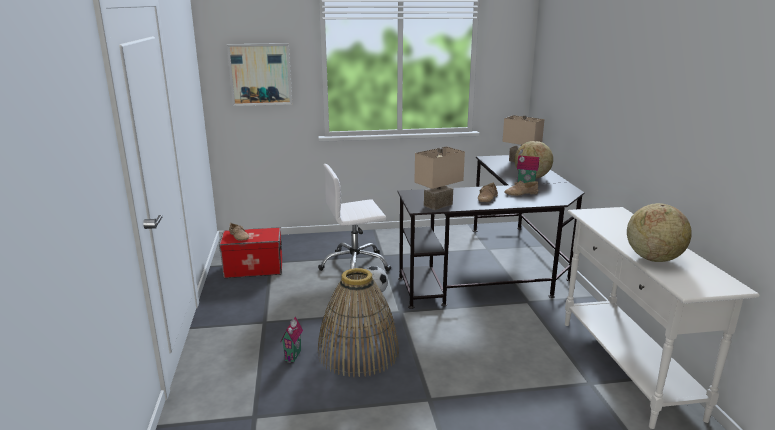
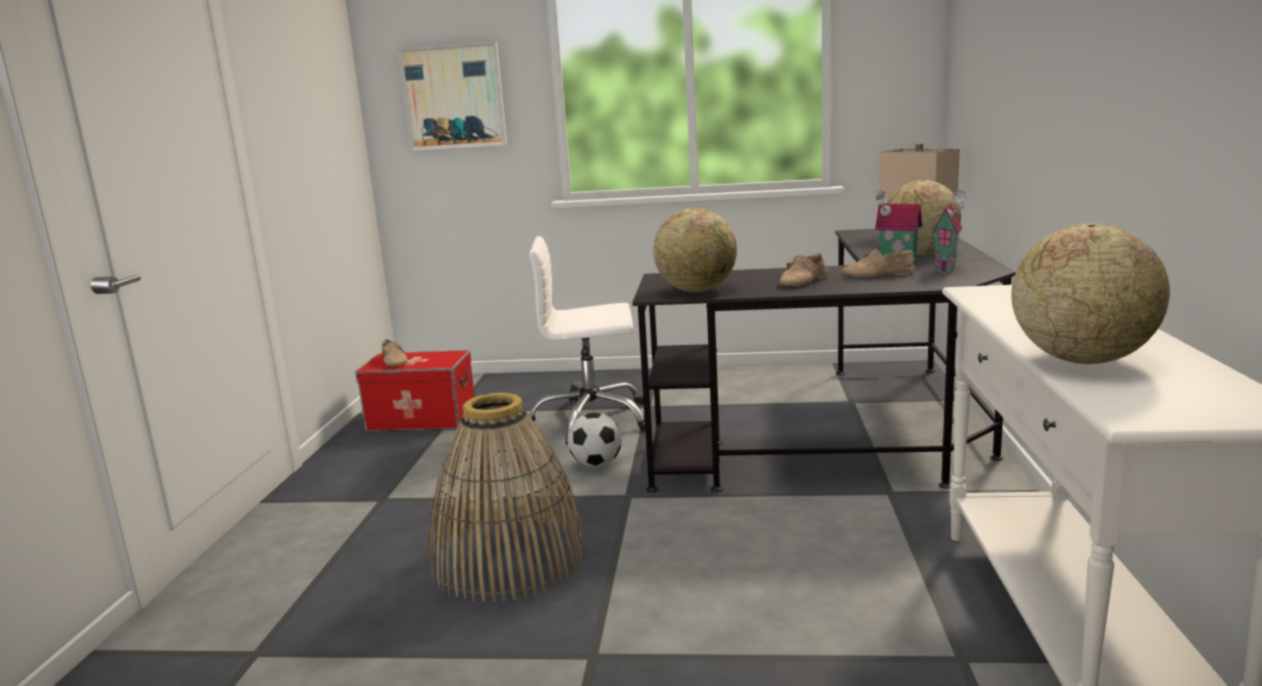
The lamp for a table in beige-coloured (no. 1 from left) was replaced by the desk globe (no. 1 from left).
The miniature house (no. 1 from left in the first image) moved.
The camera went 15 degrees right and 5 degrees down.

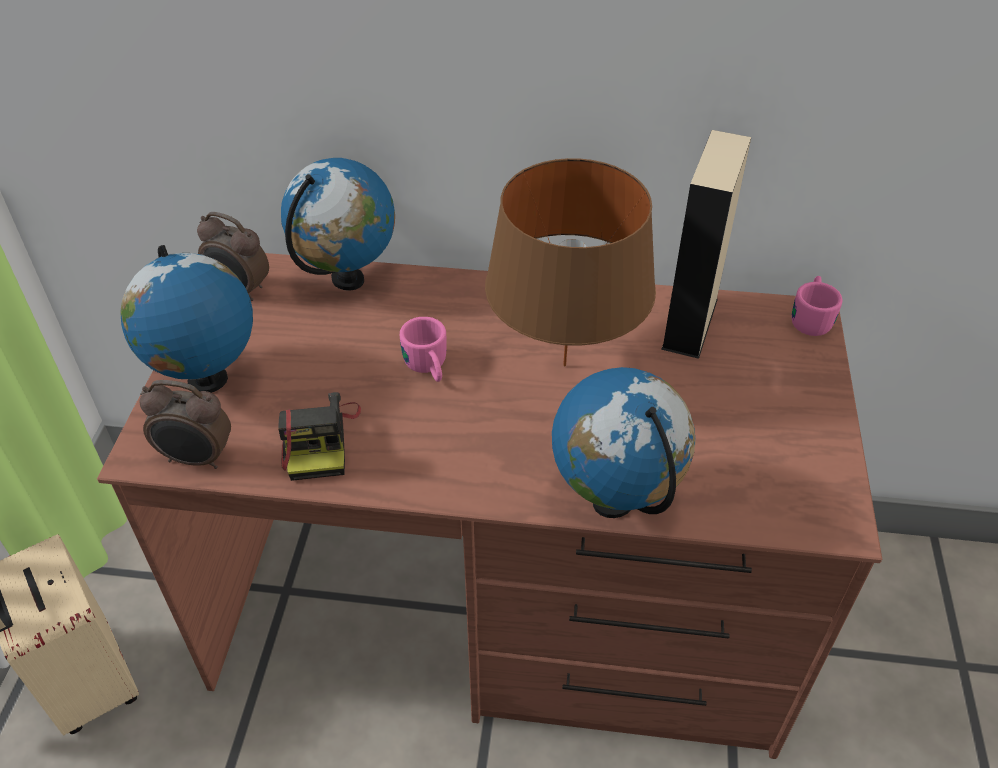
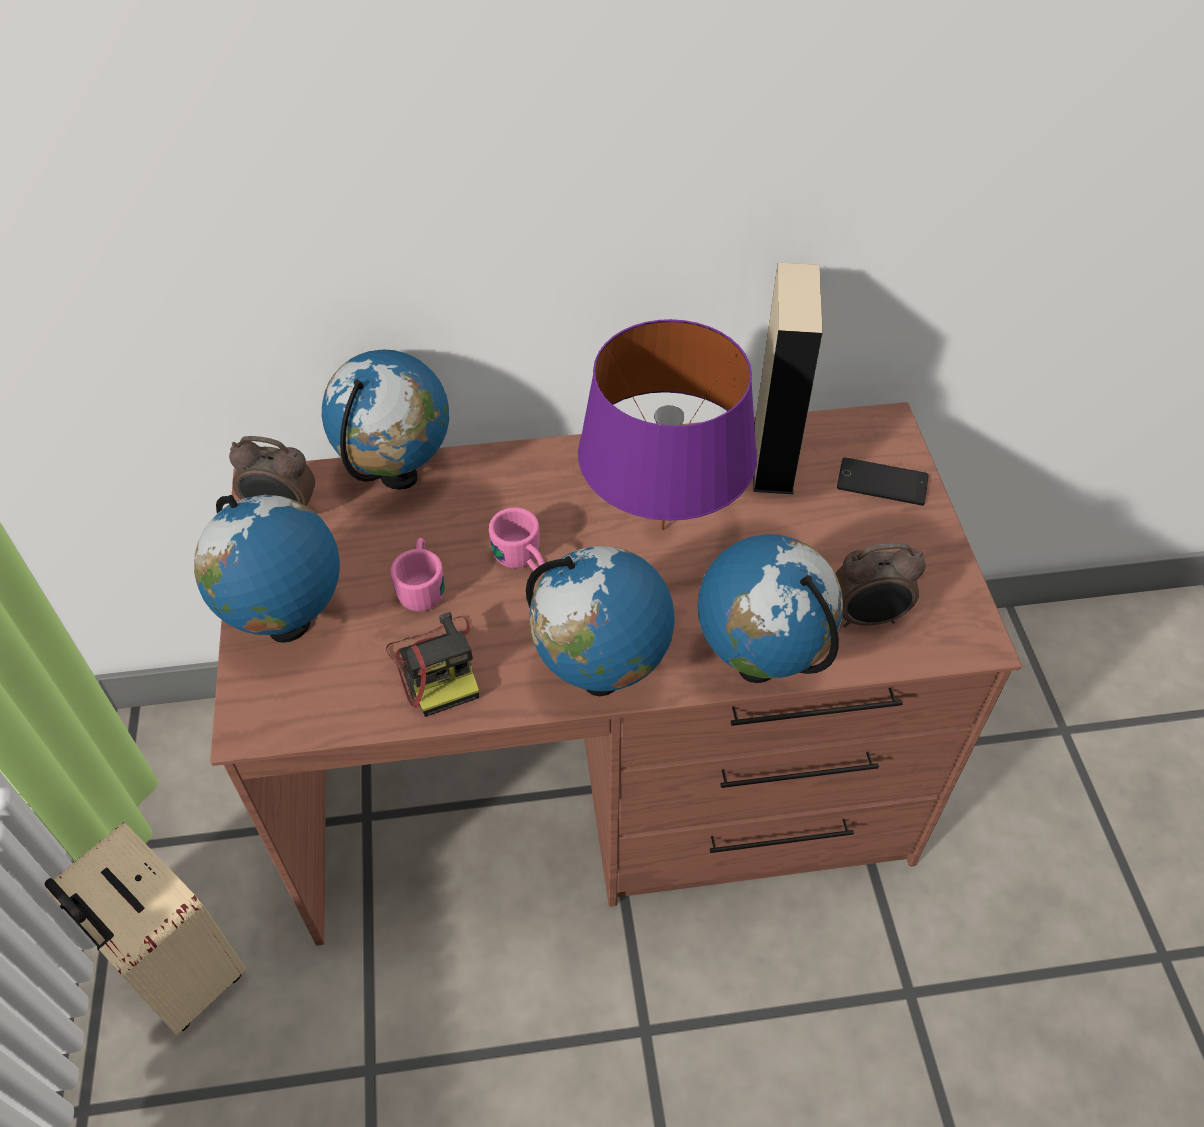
The lamp for a table in brown became the lamp for a table in purplish.
The mug in pinkish (no. 2 from left in the first image) moved.
The table clock (no. 1 from left in the first image) moved.
The handset appeared.
The desk globe (no. 3 from left) appeared.
The camera went 15 degrees left and 5 degrees up.

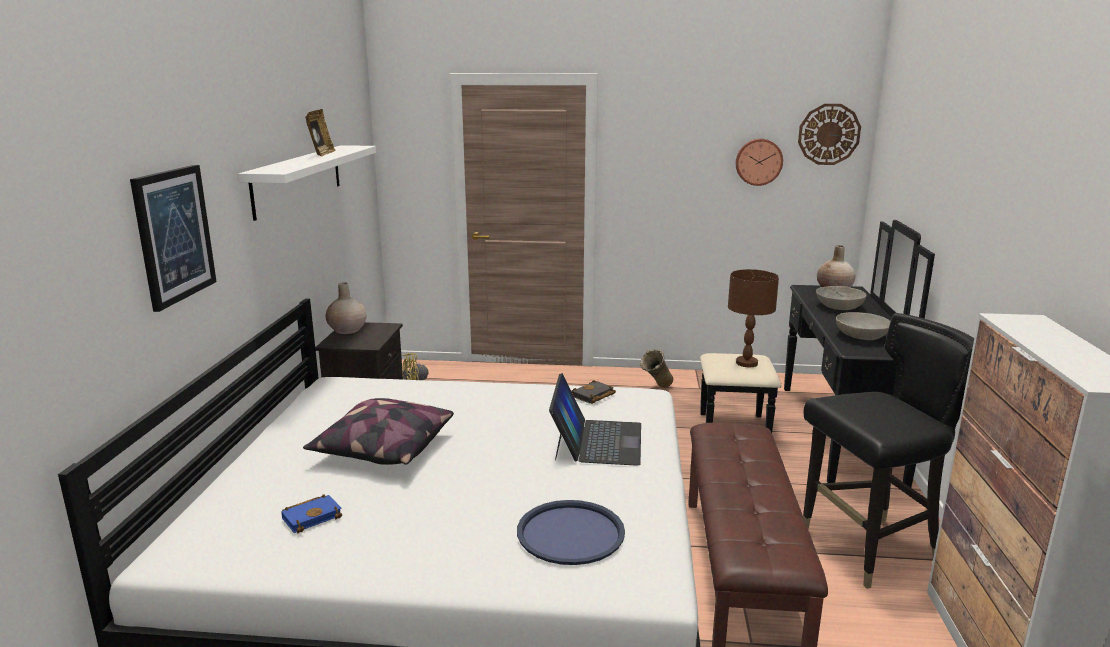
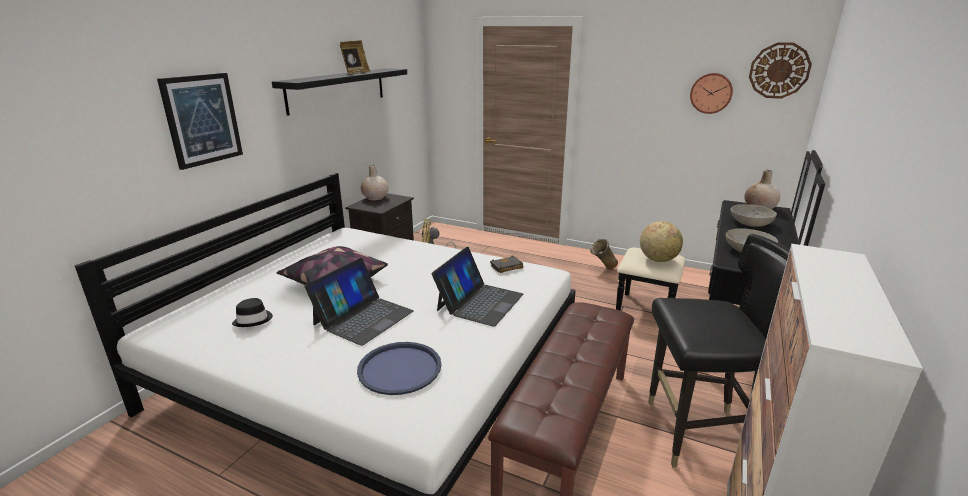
The bracket shelf in white became the bracket shelf in black.
The lamp for a table in brown was replaced by the desk globe.
The bound book in blue was replaced by the clothing hat in black.
The portable computer (no. 1 from left) appeared.
The camera went 20 degrees right and 5 degrees up.

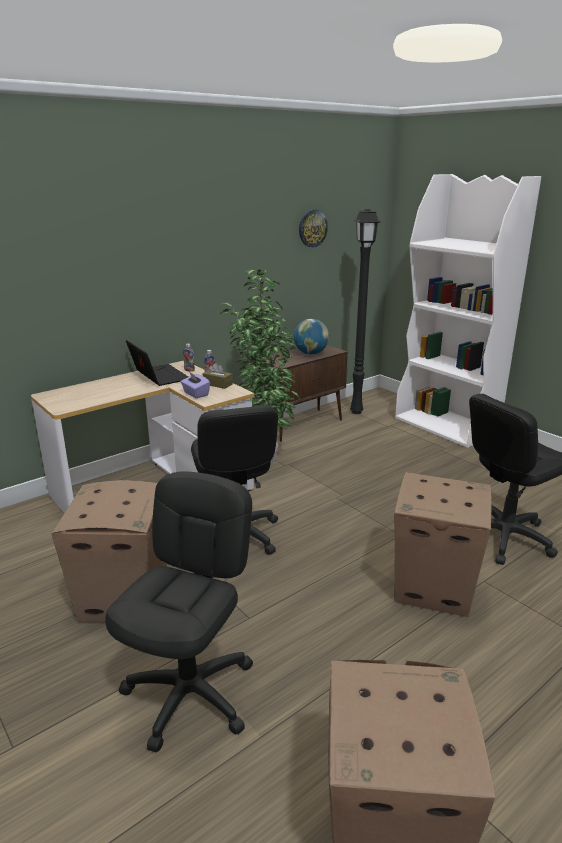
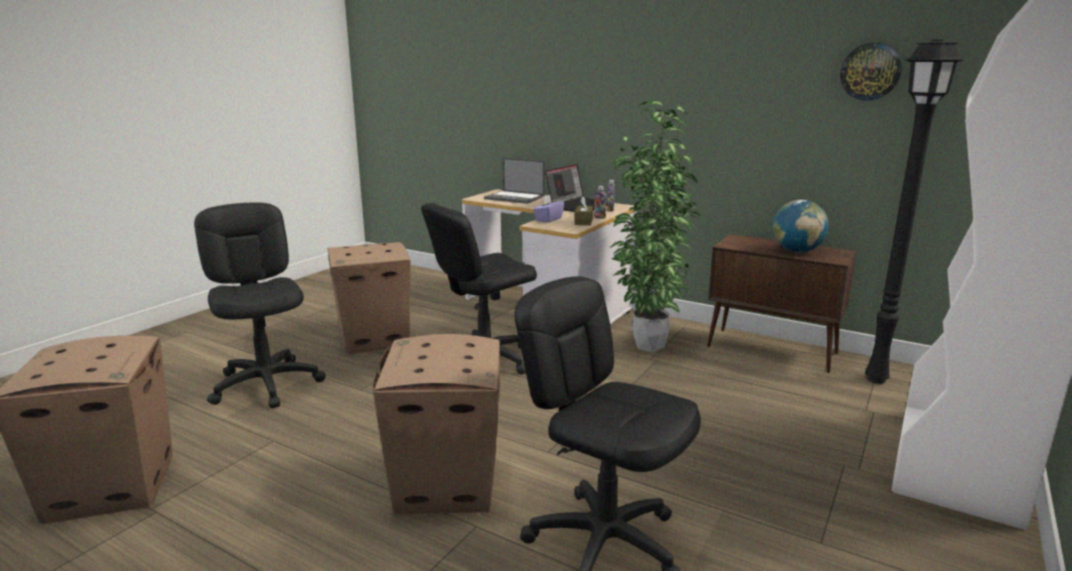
The desk chair in black (no. 1 from left) turned 120 degrees counterclockwise.
The portable computer (no. 1 from left) appeared.
The camera went 70 degrees right and 5 degrees down.

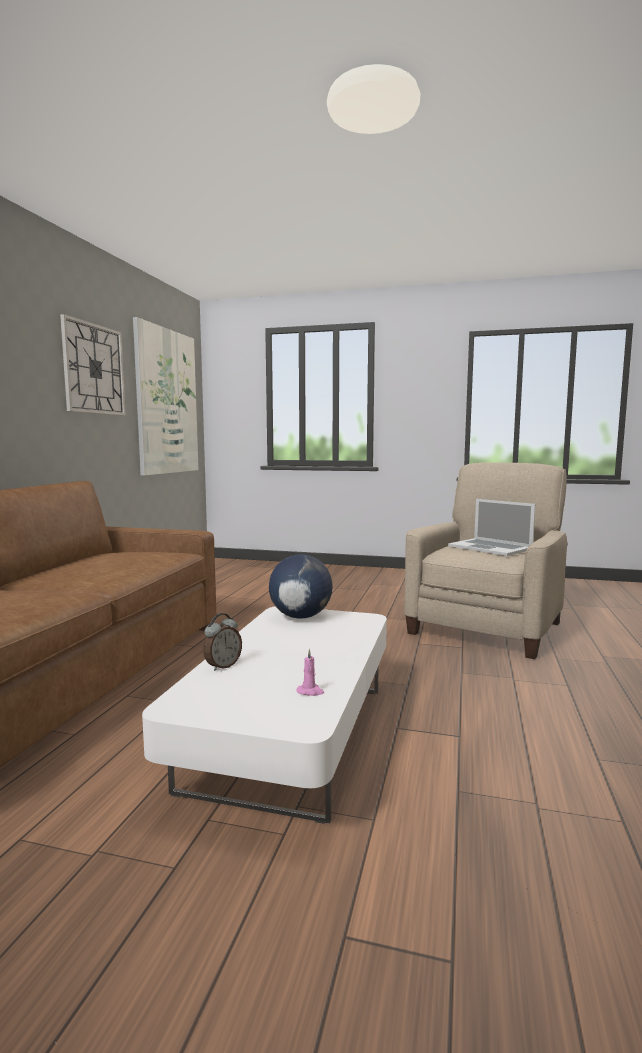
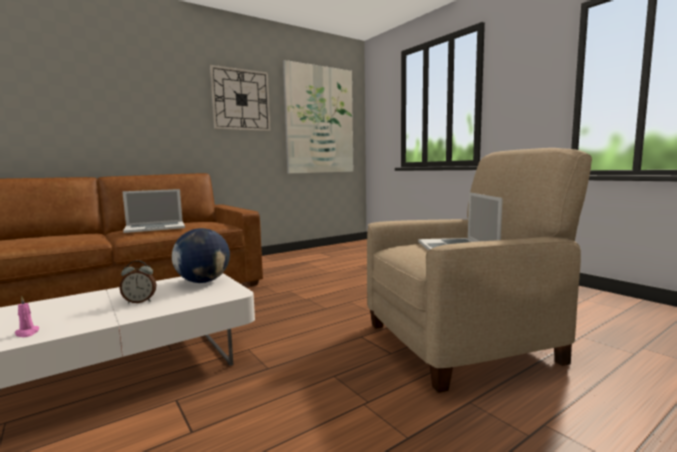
The table clock moved.
The portable computer (no. 1 from left) appeared.
The camera went 40 degrees right and 0 degrees up.

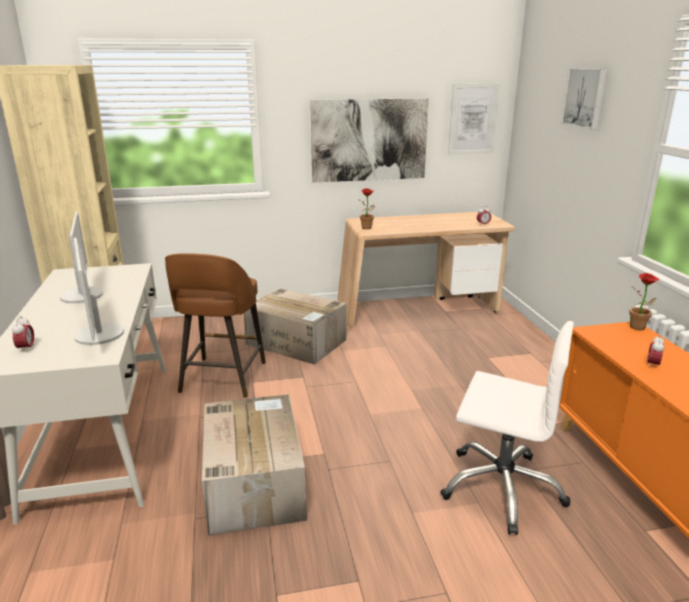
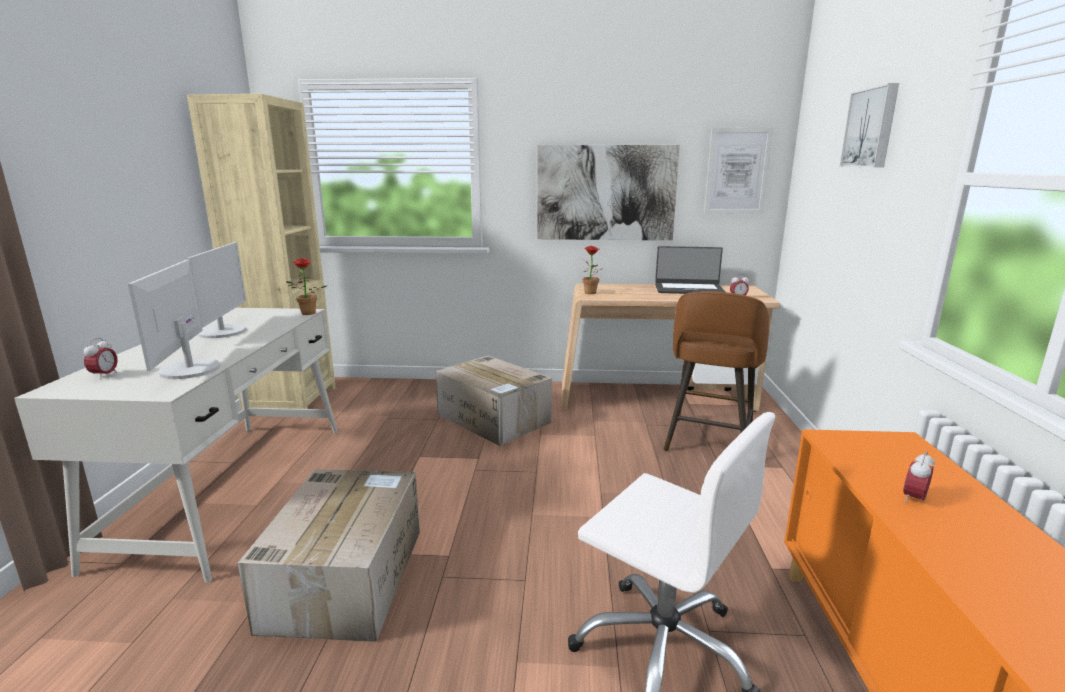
The stool in brown moved.
The houseplant (no. 2 from left in the first image) moved.
The portable computer appeared.
The camera went 15 degrees right and 5 degrees down.

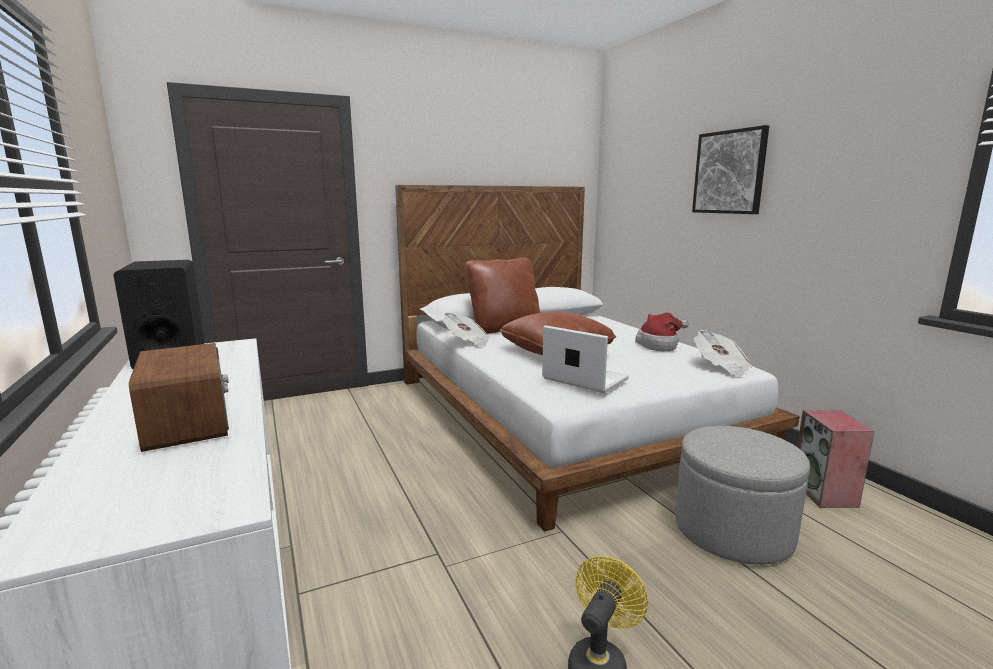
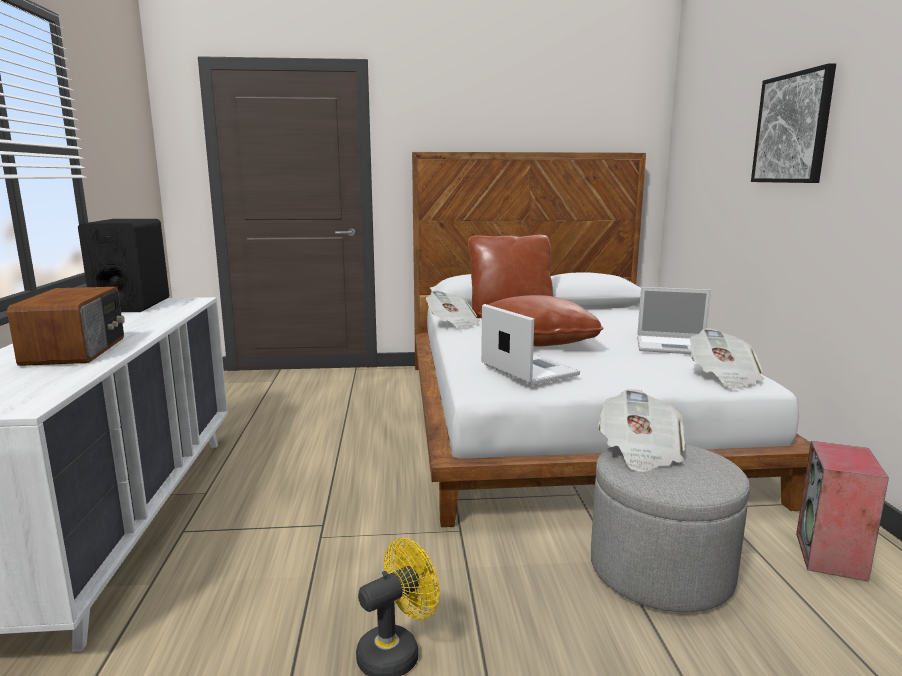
The clothing hat was replaced by the portable computer (no. 2 from left).
The printed paper (no. 2 from left) appeared.
The camera went 20 degrees right and 0 degrees up.

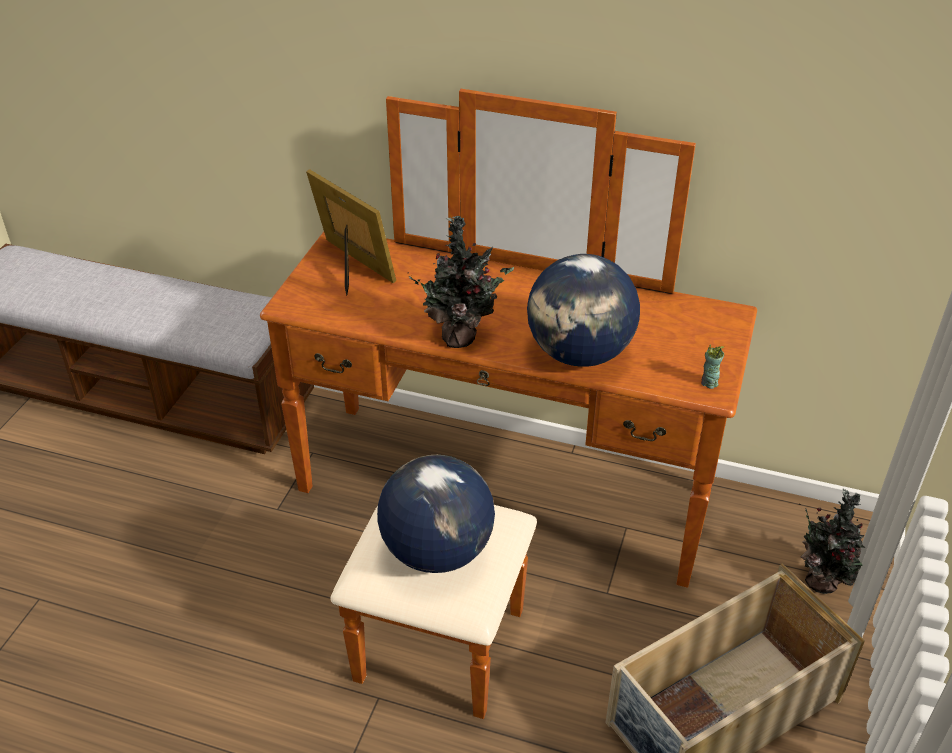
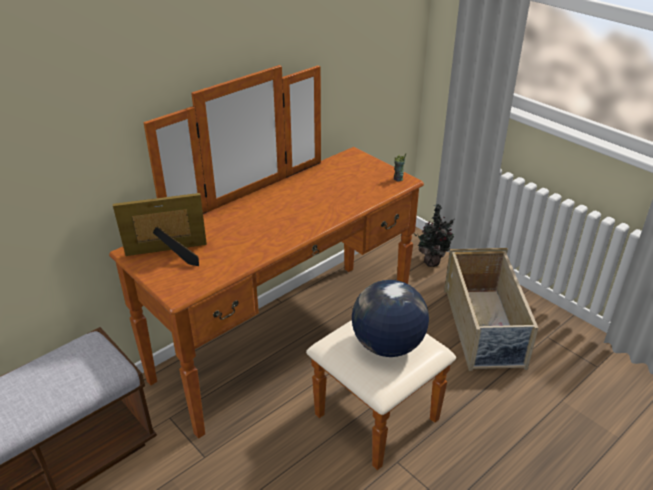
The houseplant (no. 1 from left) disappeared.
The desk globe (no. 2 from left) disappeared.
The camera went 60 degrees left and 5 degrees down.

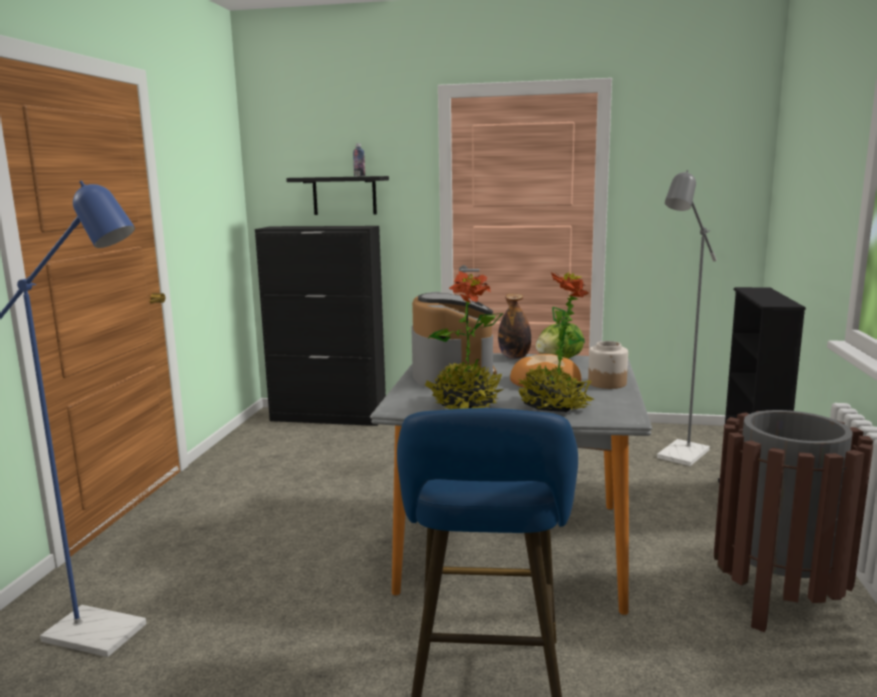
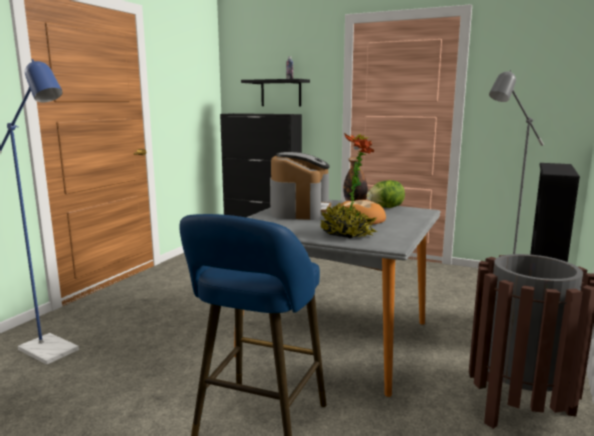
The houseplant (no. 1 from left) disappeared.
The storage jar disappeared.
The camera went 15 degrees right and 0 degrees up.

